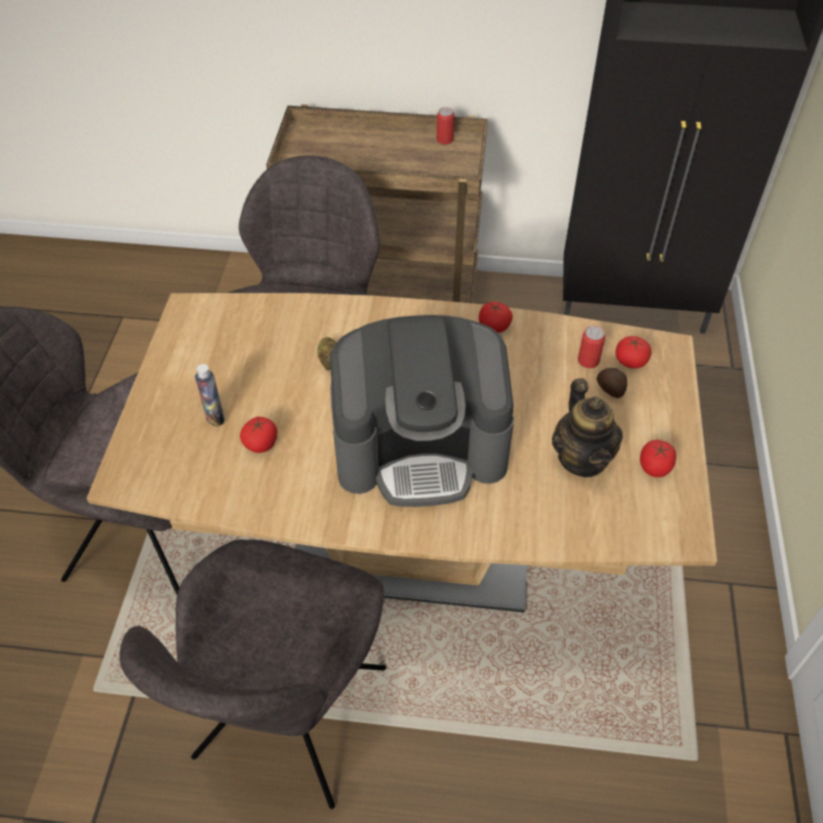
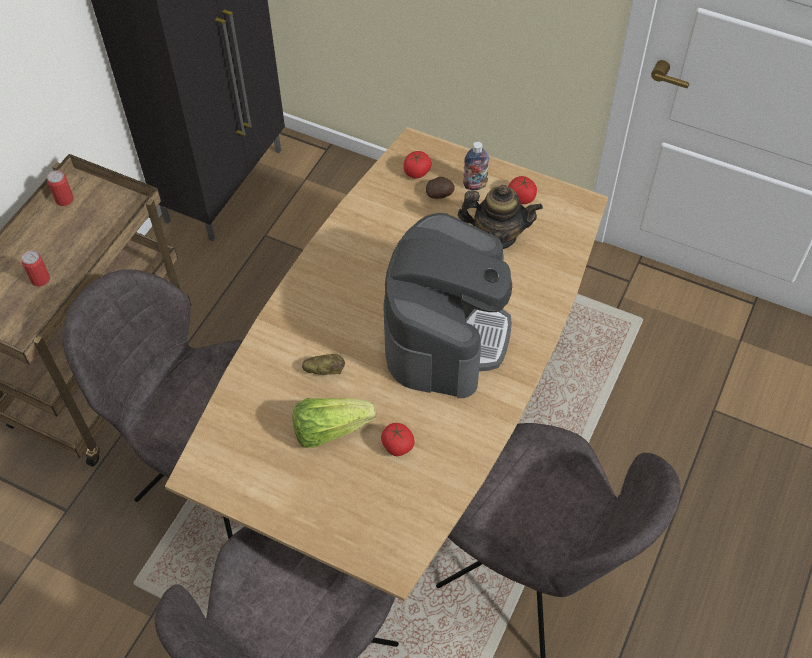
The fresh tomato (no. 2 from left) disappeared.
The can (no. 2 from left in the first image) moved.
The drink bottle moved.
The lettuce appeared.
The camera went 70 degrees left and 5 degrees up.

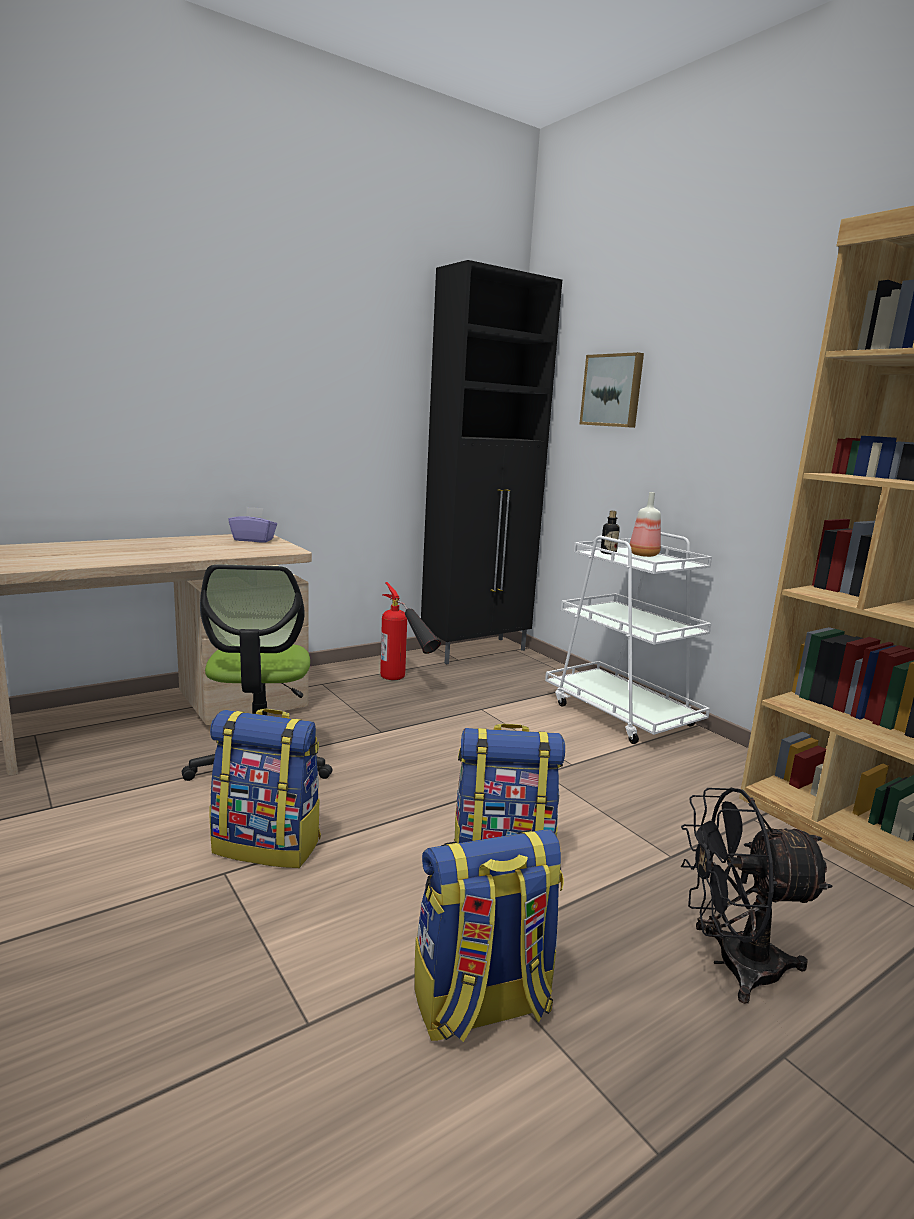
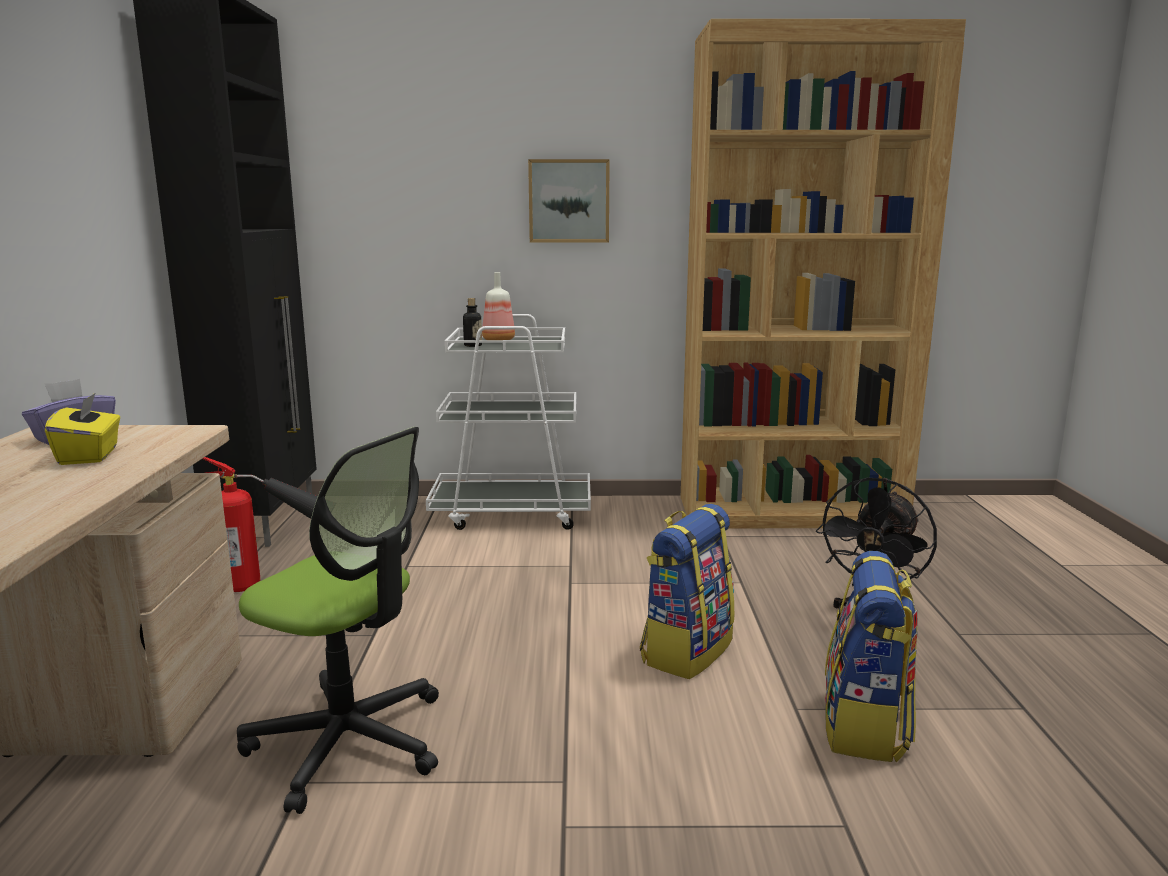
The wall picture moved.
The rucksack (no. 1 from left) disappeared.
The tissue holder in yellowish appeared.
The camera went 55 degrees left and 0 degrees up.

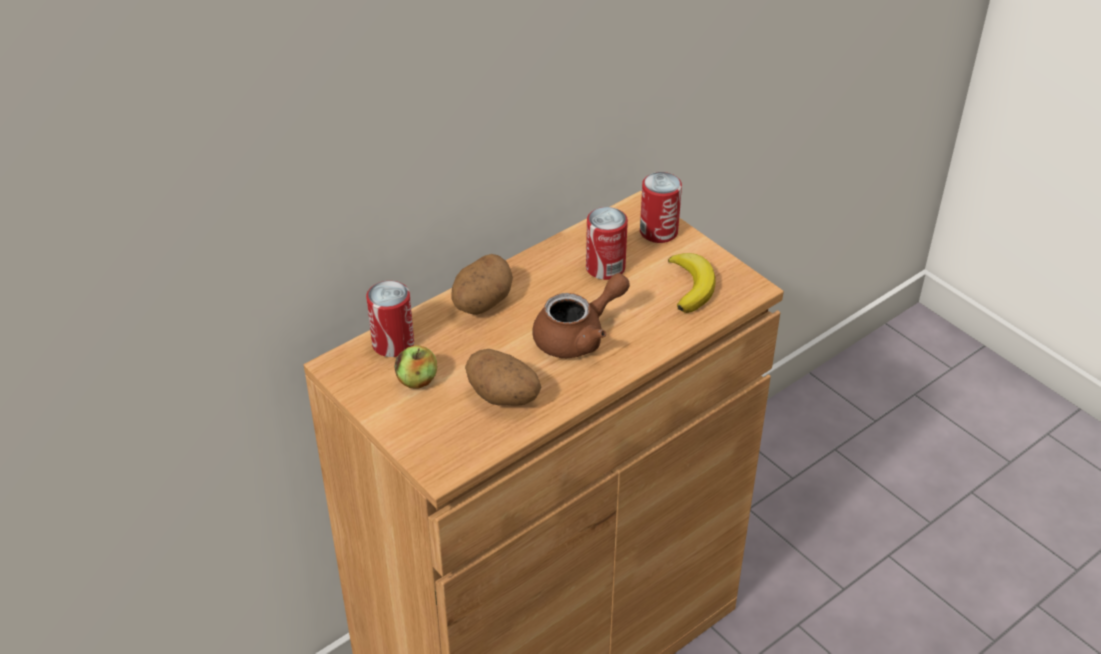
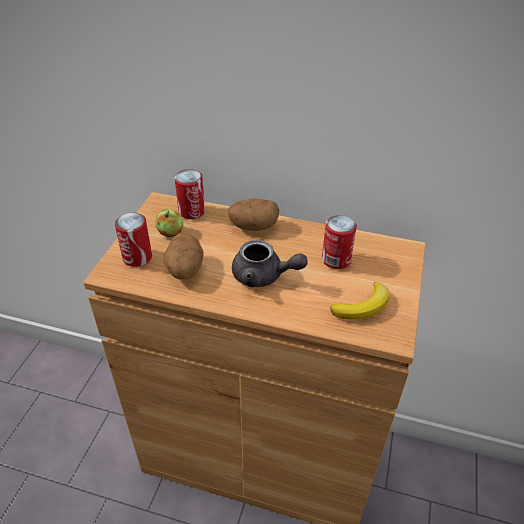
The can (no. 3 from left in the first image) moved.
The pot for tea in brown became the pot for tea in gray.
The camera went 55 degrees right and 0 degrees up.

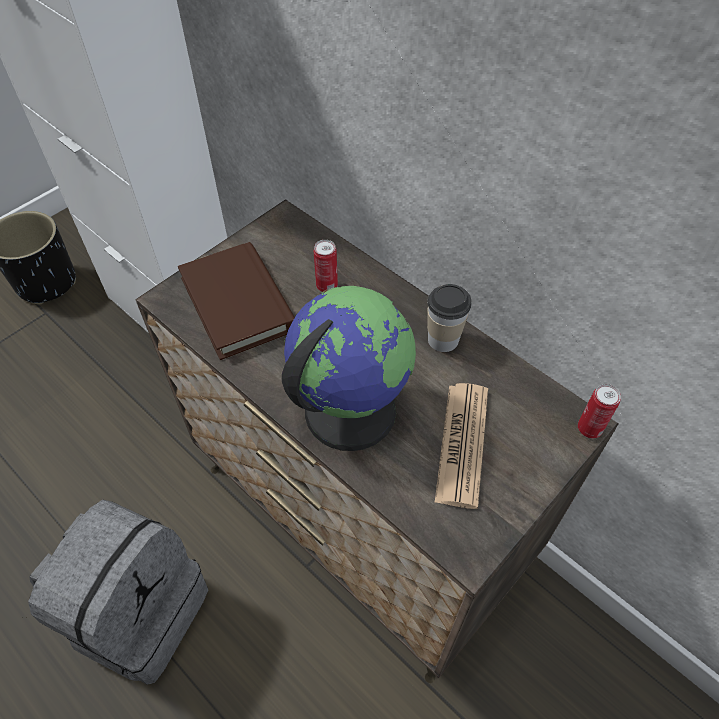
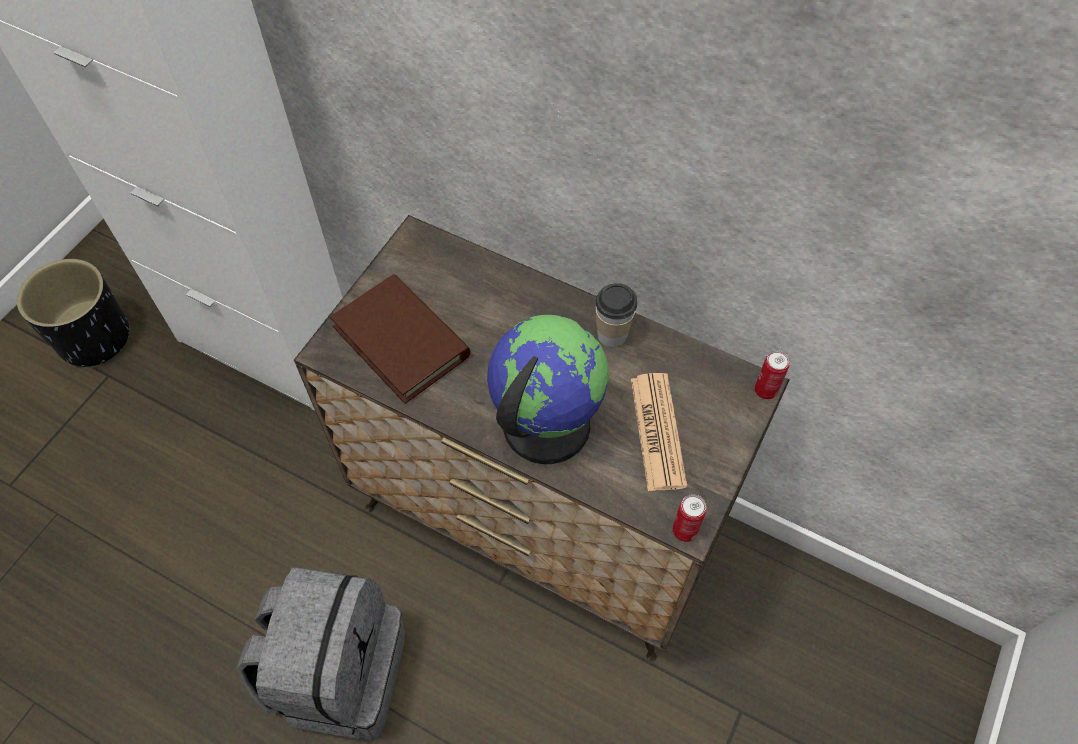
The can (no. 1 from left) moved.
The camera went 15 degrees left and 5 degrees up.

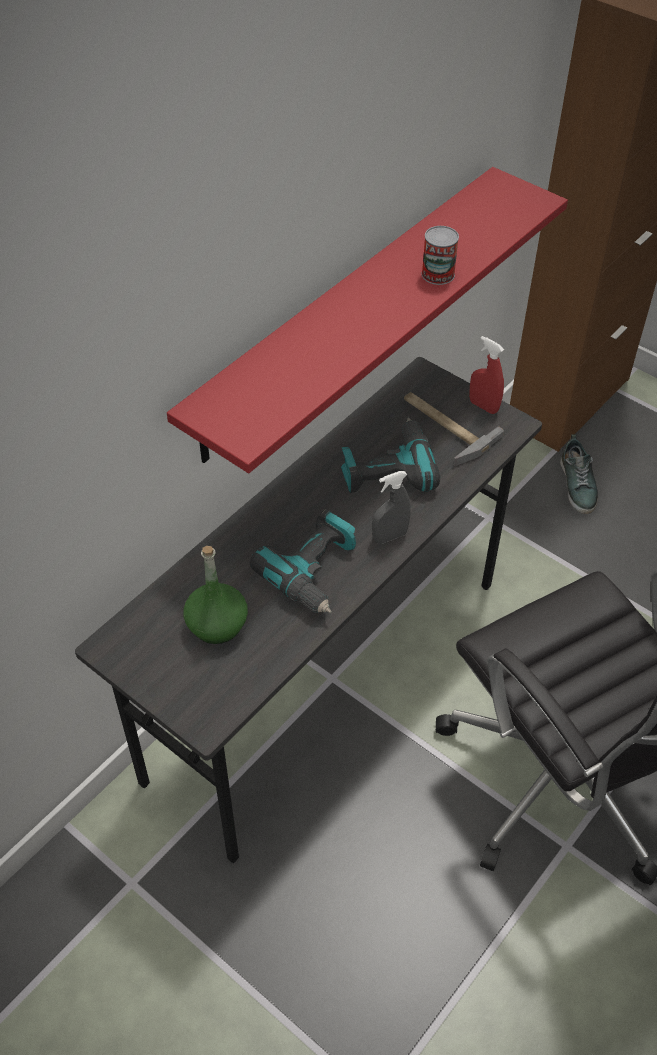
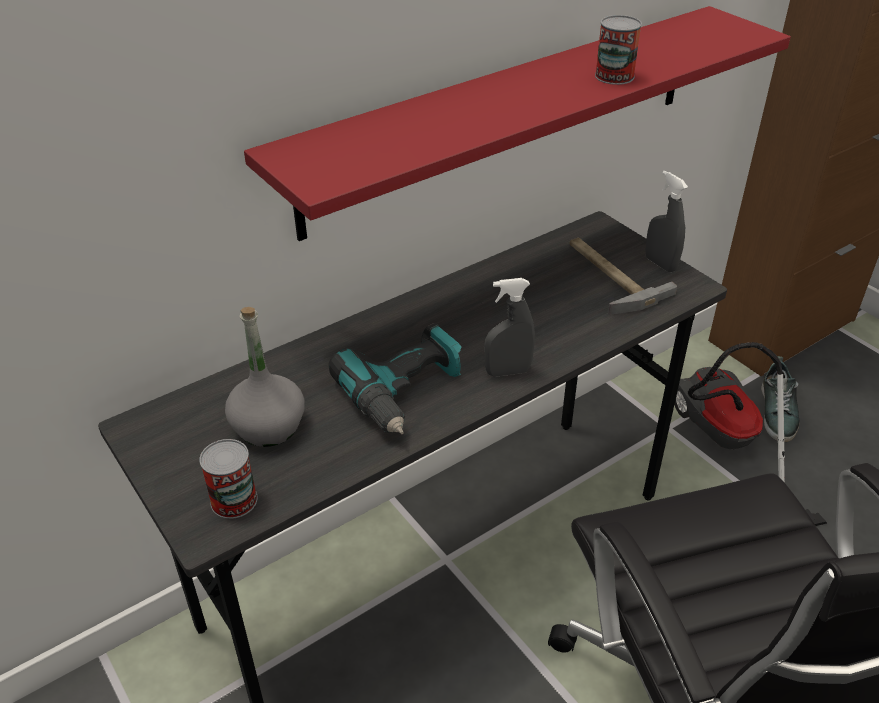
The spray bottle in red-coloured became the spray bottle in gray (no. 2 from left).
The power drill (no. 2 from left) disappeared.
The drink bottle in green became the drink bottle in gray.
The hoover appeared.
The can (no. 1 from left) appeared.
The camera went 15 degrees right and 10 degrees down.

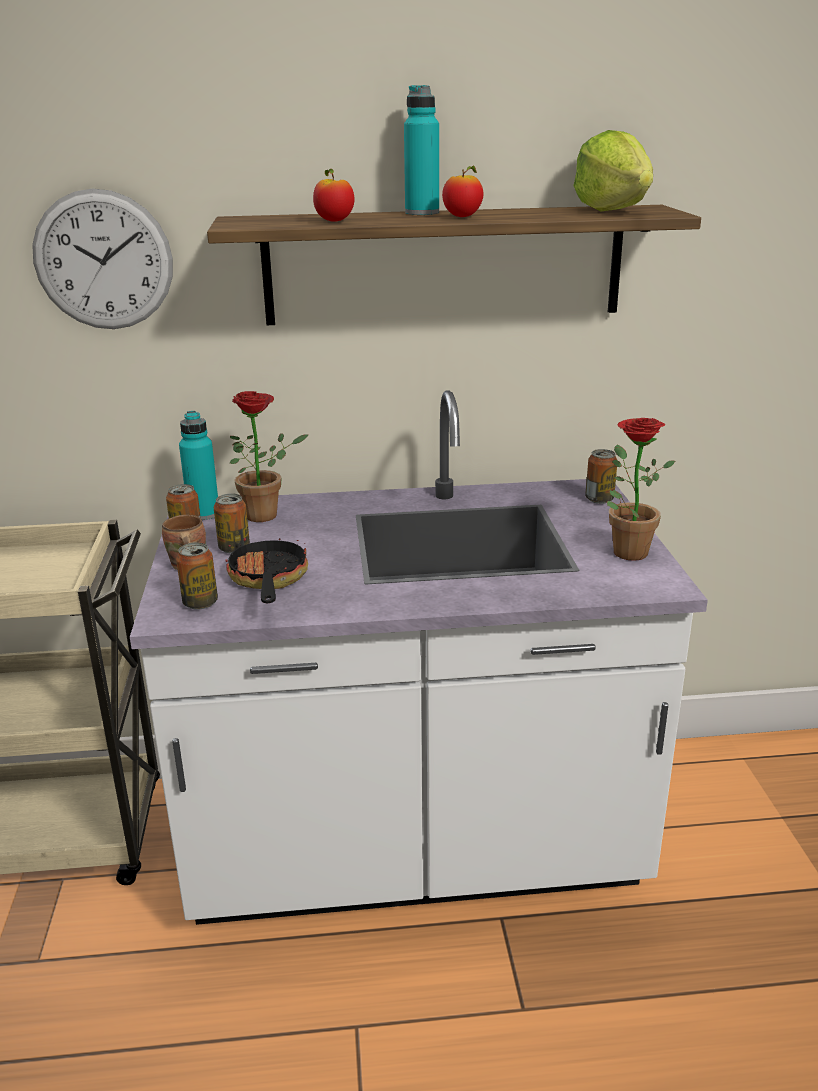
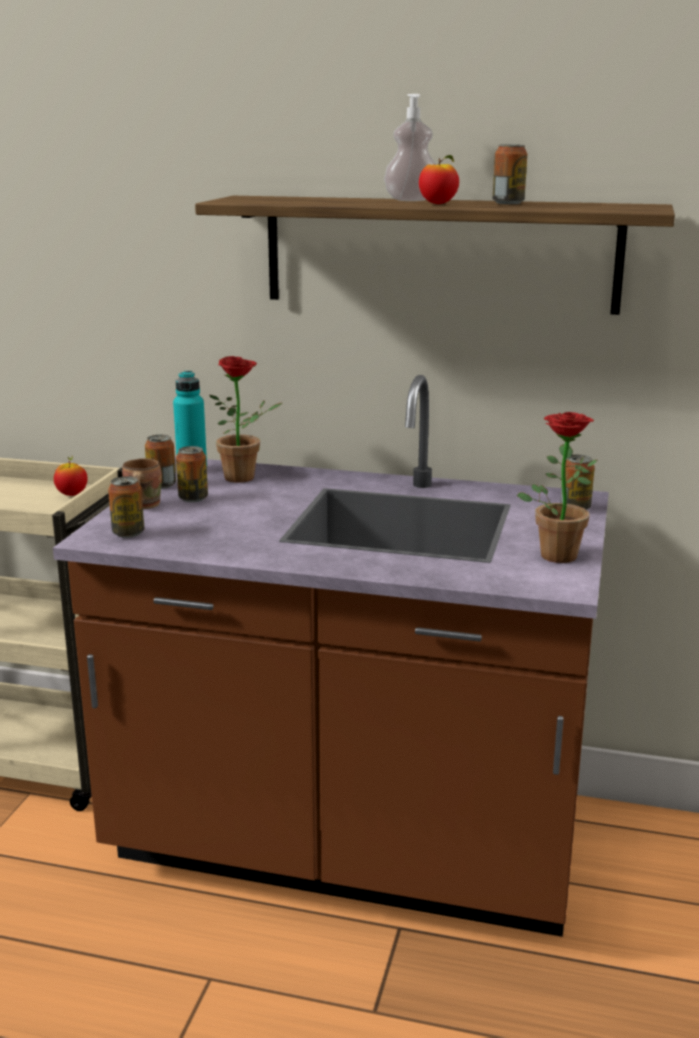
The drink bottle in blue-green (no. 2 from left) was replaced by the soap dispenser.
The lettuce disappeared.
The apple (no. 1 from left) moved.
The wall clock disappeared.
The kitchen counter in white became the kitchen counter in brown.
The skillet disappeared.
The can (no. 4 from left) appeared.
The camera went 20 degrees right and 5 degrees down.

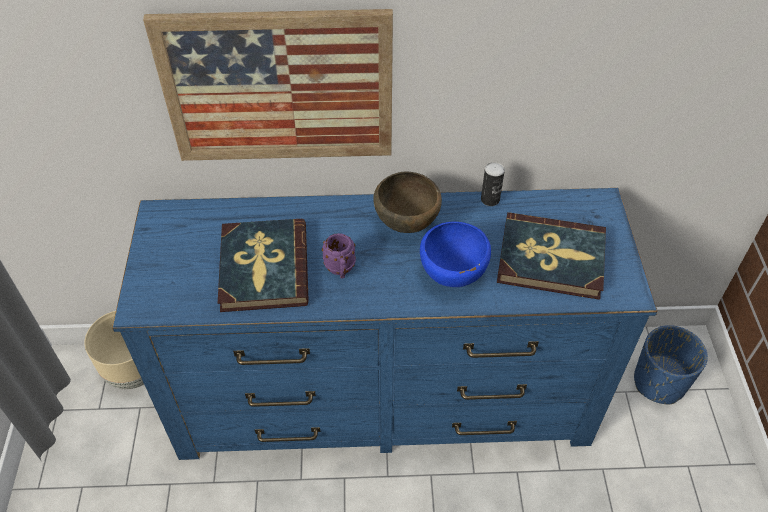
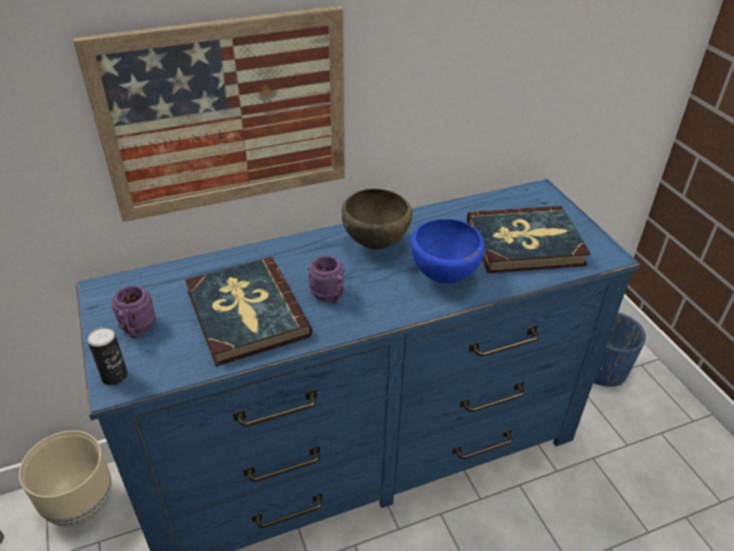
The can moved.
The mug in purplish (no. 1 from left) appeared.
The camera went 20 degrees left and 10 degrees down.

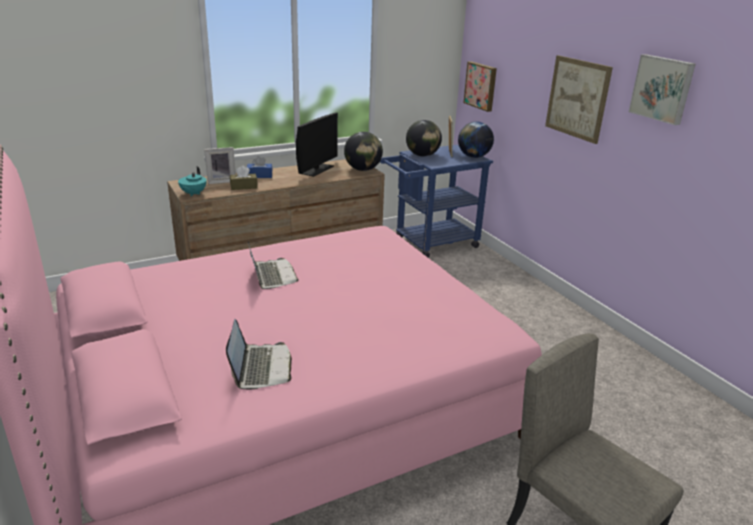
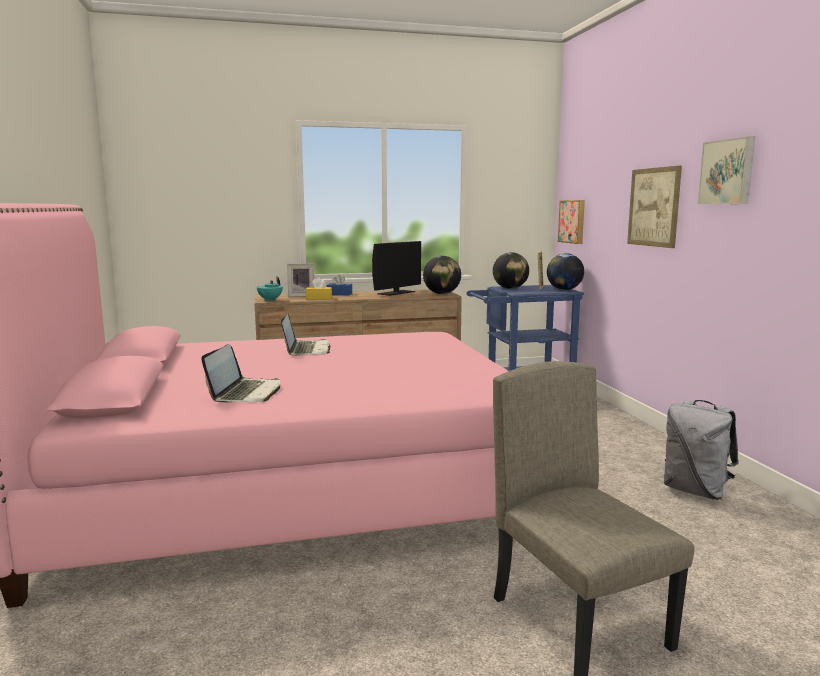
The tissue holder in brown became the tissue holder in yellowish.
The rucksack in gray appeared.
The camera went 15 degrees right and 15 degrees down.

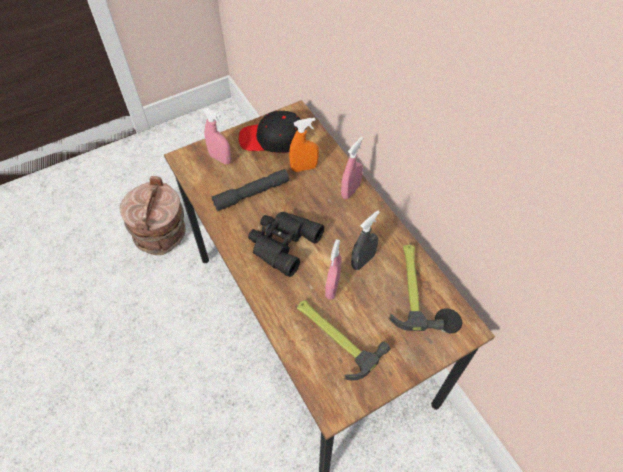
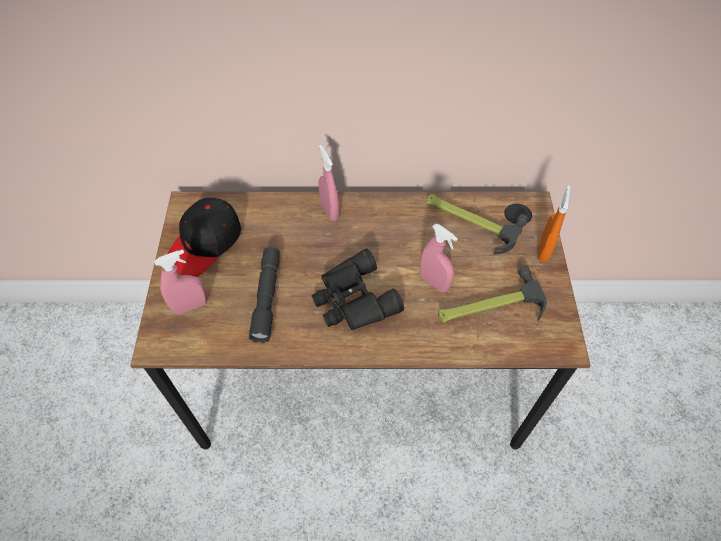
The spray bottle in orange moved.
The pail in brown disappeared.
The spray bottle in gray disappeared.
The camera went 60 degrees left and 0 degrees up.

